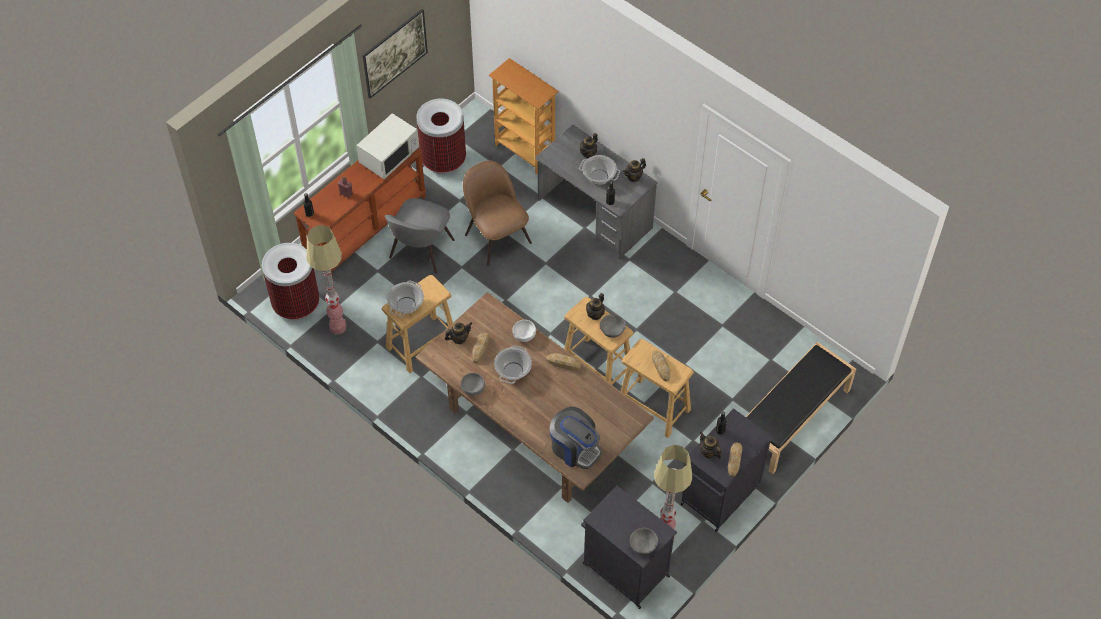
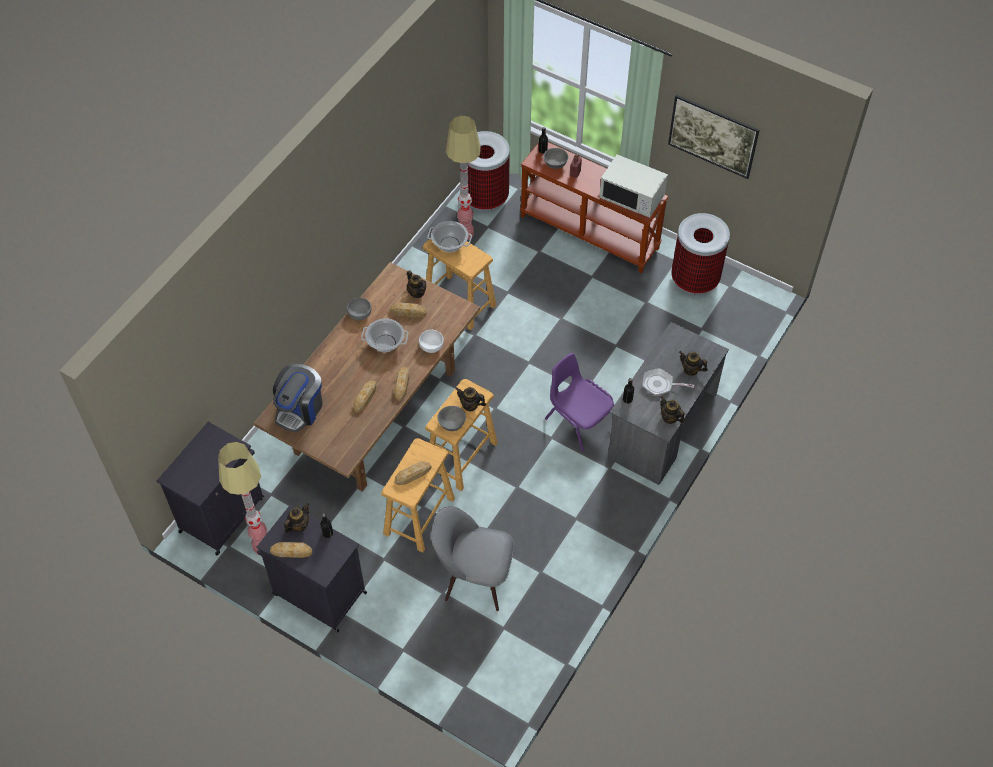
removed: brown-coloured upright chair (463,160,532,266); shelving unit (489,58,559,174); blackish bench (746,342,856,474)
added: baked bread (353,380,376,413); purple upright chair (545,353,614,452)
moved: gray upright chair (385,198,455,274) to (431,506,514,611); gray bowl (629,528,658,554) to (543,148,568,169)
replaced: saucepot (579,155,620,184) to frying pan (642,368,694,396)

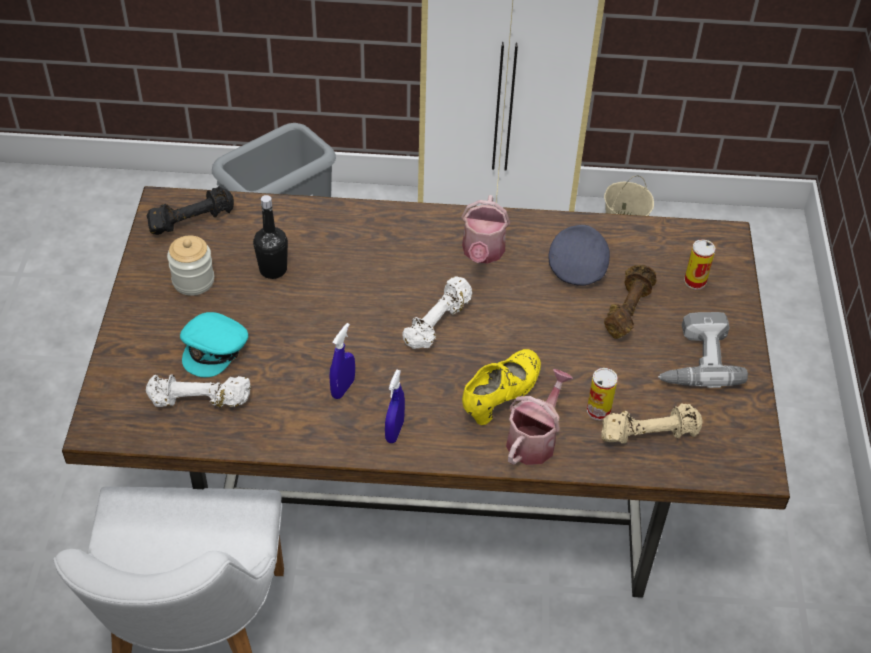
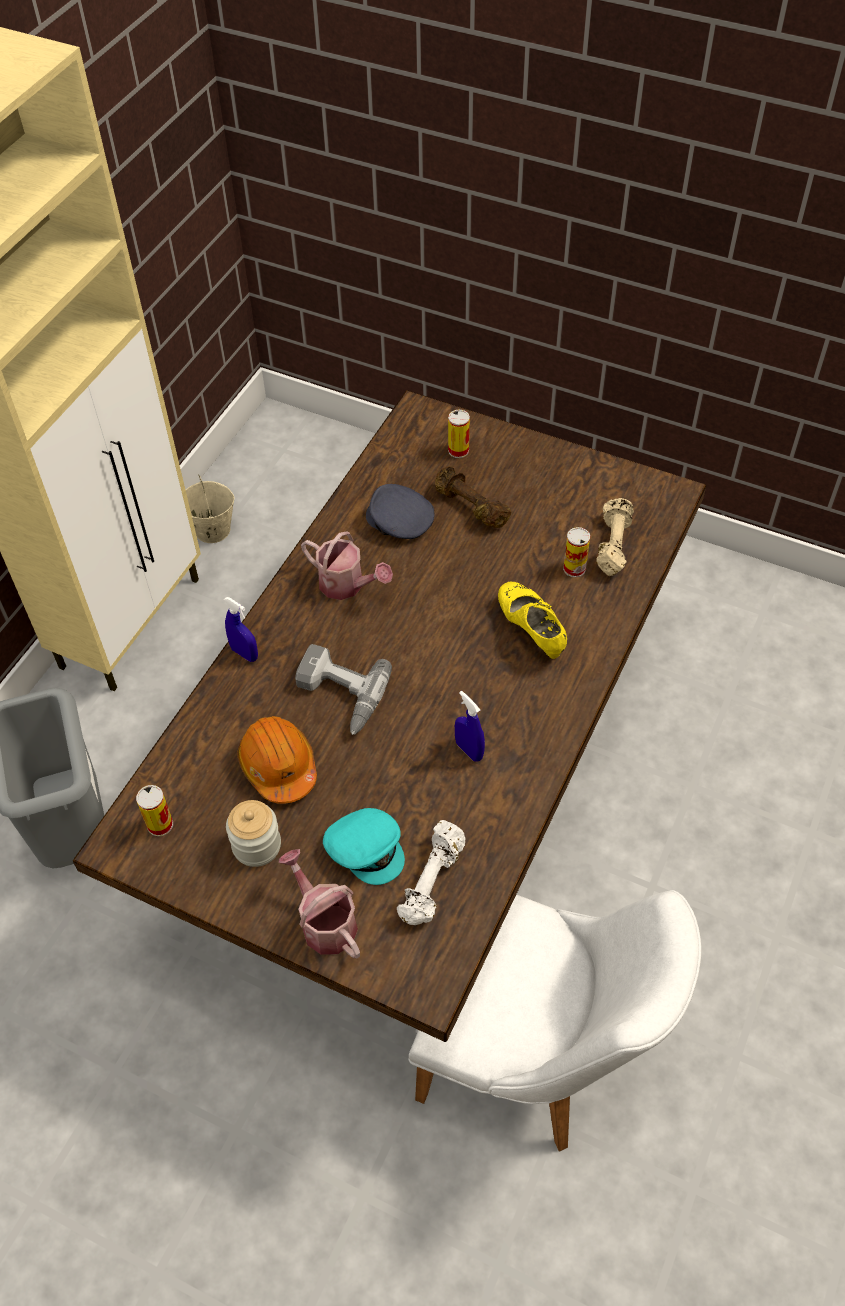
removed: white-coloured hand weight (402,276,472,349)
moved: bluish hand sprayer (385,369,405,443) to (224,597,258,662); sprinkling can (506,369,573,465) to (279,849,360,959); electric drill (658,312,748,388) to (295,644,392,735)
replaced: blackish hand weight (147,186,234,235) to metal can (136,785,173,837); blackish beverage bottle (253,195,288,279) to orange hard hat (237,716,317,804)

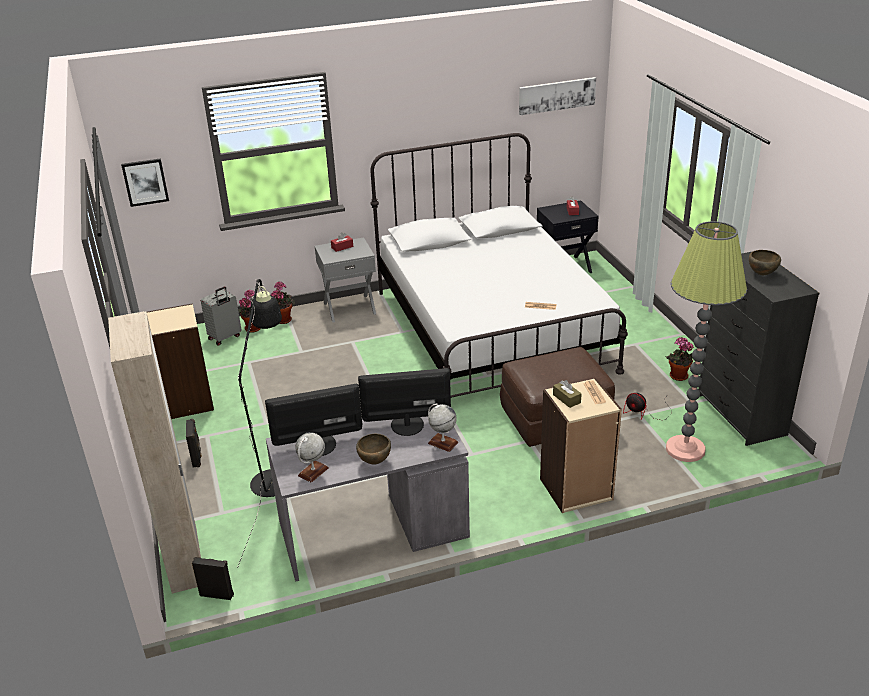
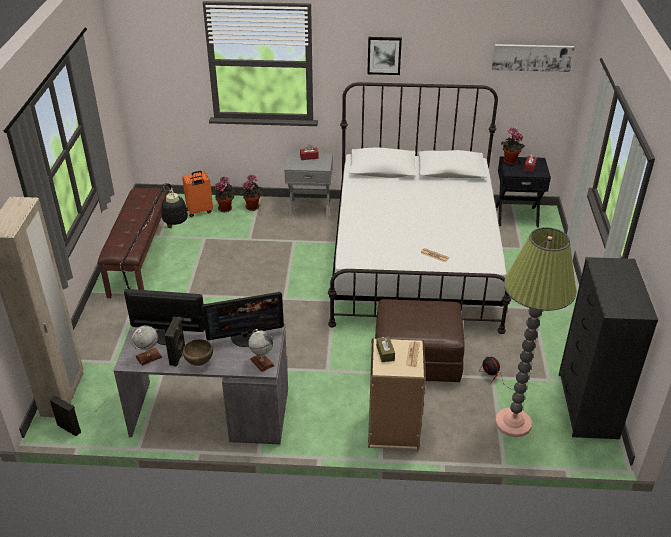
removed: brown-coloured bowl (749,250,781,275)
moved: picture (121,158,169,207) to (367,37,402,75); blackish loudspeaker (186,419,202,467) to (165,317,185,367); plant in a pot (665,337,694,381) to (501,128,525,165)
replaced: sand-coloured shelving unit (147,303,214,419) to brown-coloured bench (98,188,172,298)
recoloured: gray piece of luggage (201,287,242,346) to orange piece of luggage (182,171,213,217)
turned: computer display (358,368,451,436) = (202,292,284,347) 150 degrees clockwise

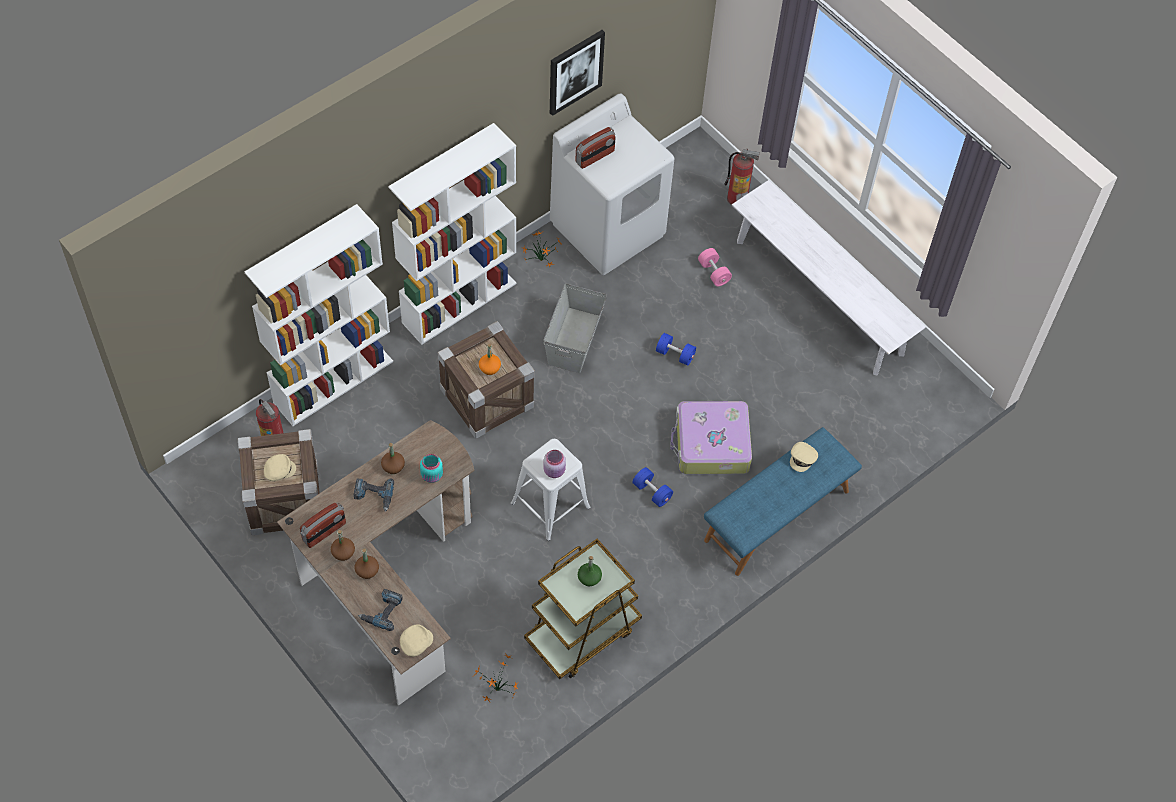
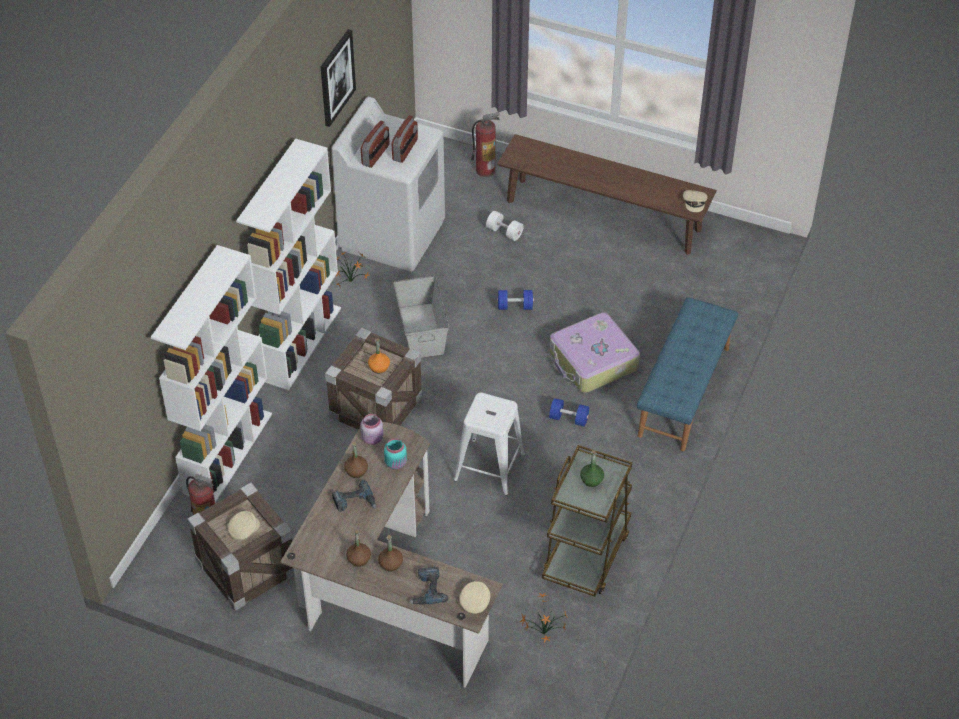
moved: radio set (300,503,346,548) to (392,115,418,163); pink preserve jar (543,450,566,478) to (361,414,383,445); sand-coloured peaked cap (790,442,818,472) to (683,190,708,212)
recoloured: pink hand weight (698,248,732,286) to white-coloured hand weight (486,211,524,241); white-coloured bench (732,180,926,376) to brown-coloured bench (497,134,717,255)

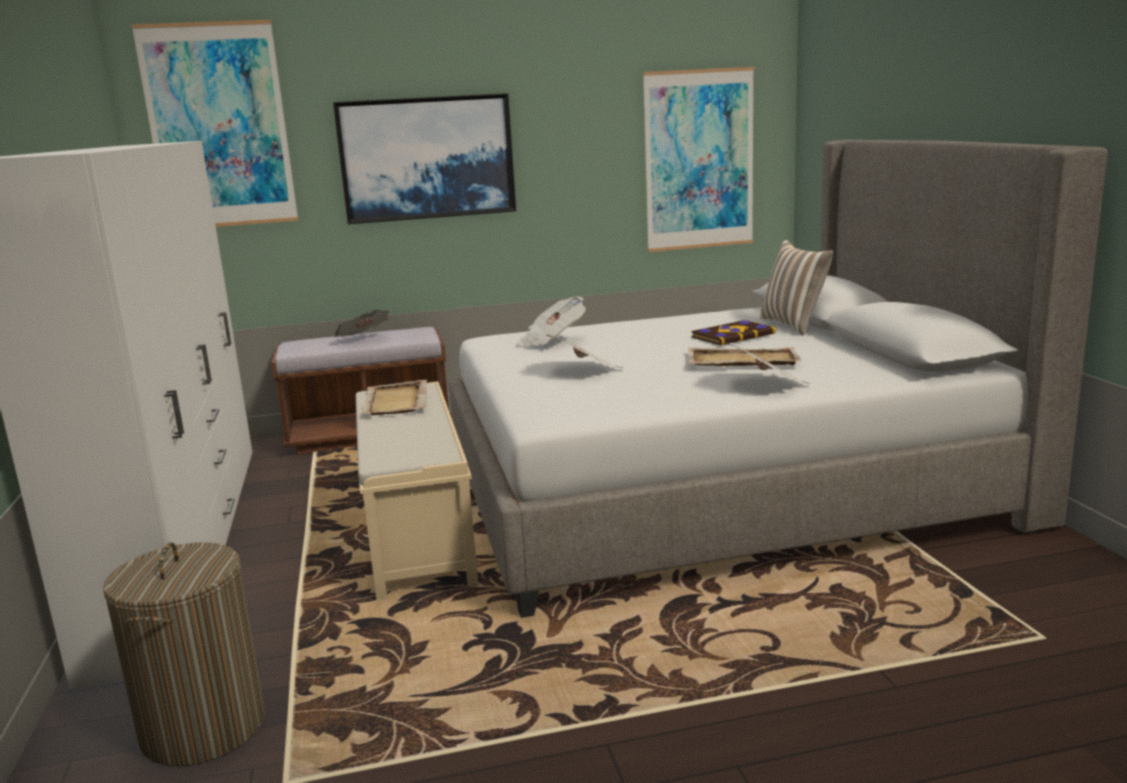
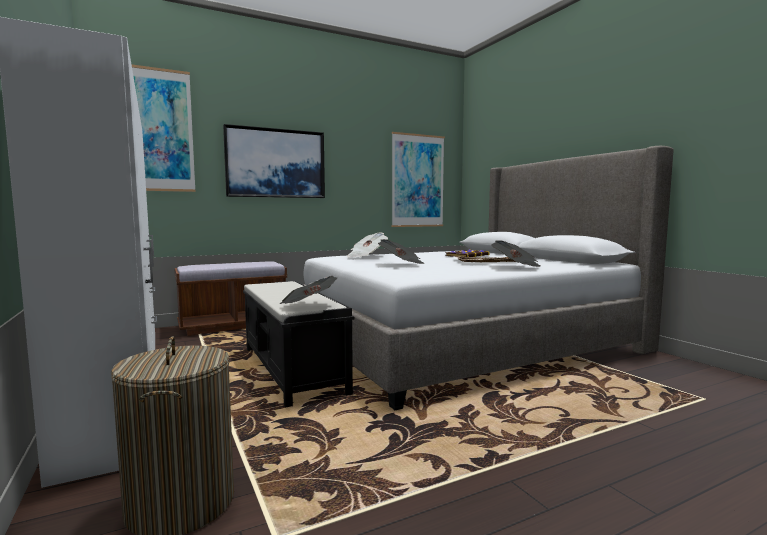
removed: sand-coloured tray (361,380,427,415); cushion (760,240,834,336)
moved: printed paper (334,310,389,337) to (279,276,337,304)
recoloured: sand-coloured bench (356,382,478,600) to blackish bench (243,281,354,407)

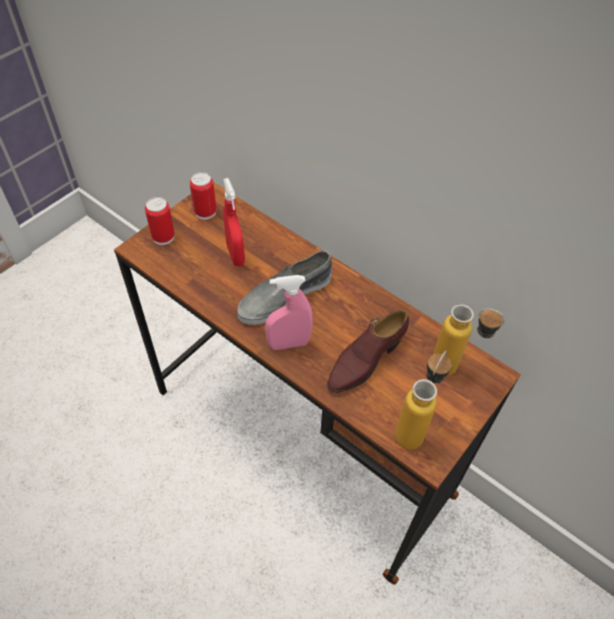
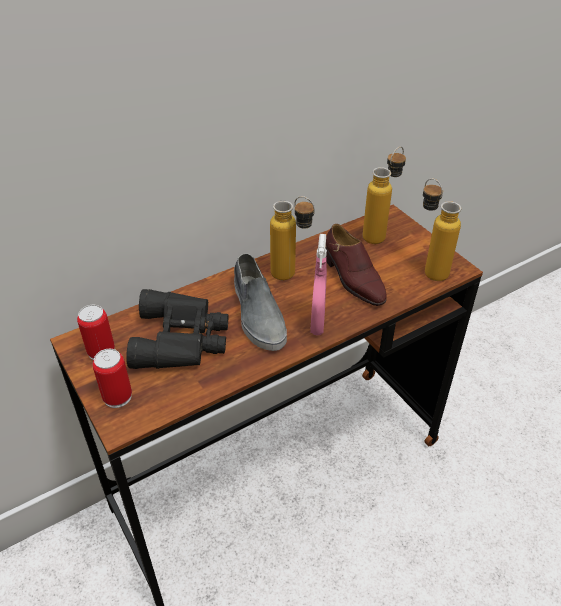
added: beverage bottle (270,196,315,280)
replaced: red hand sprayer (223,178,245,266) to blackish pair of binoculars (126,289,229,369)

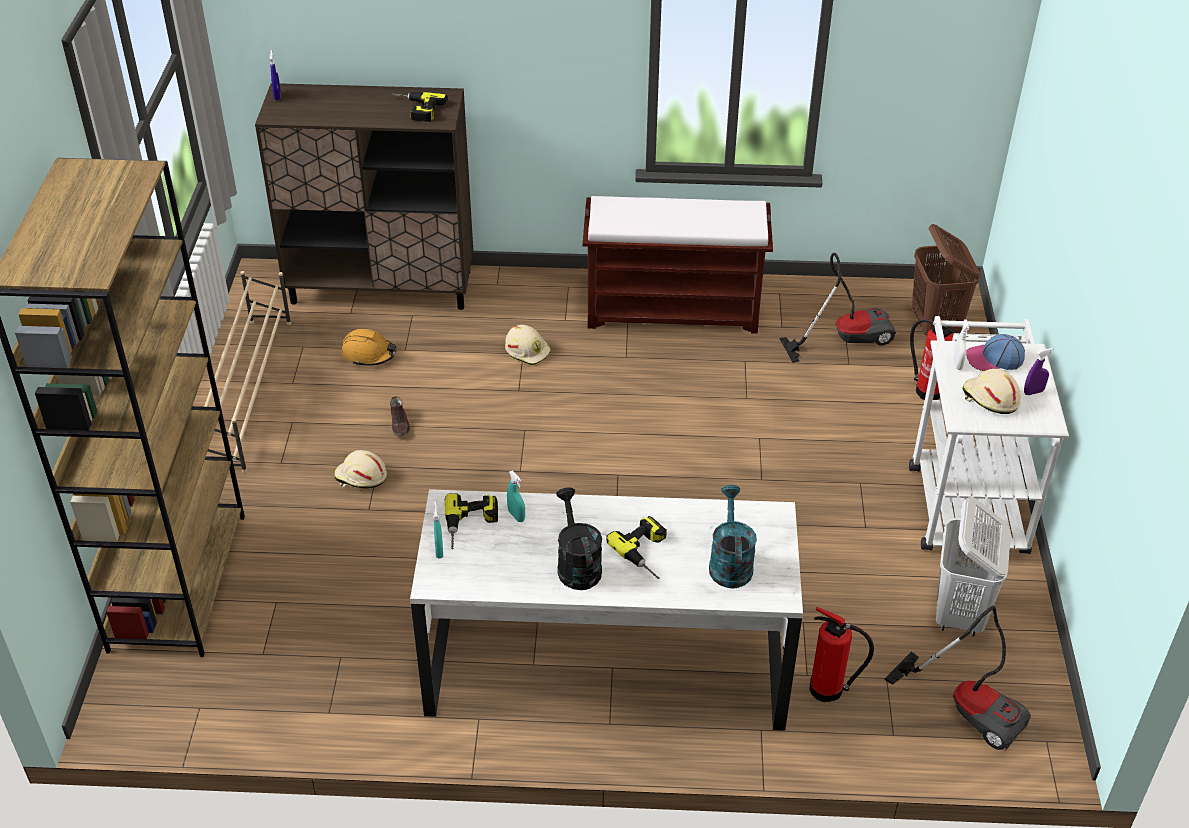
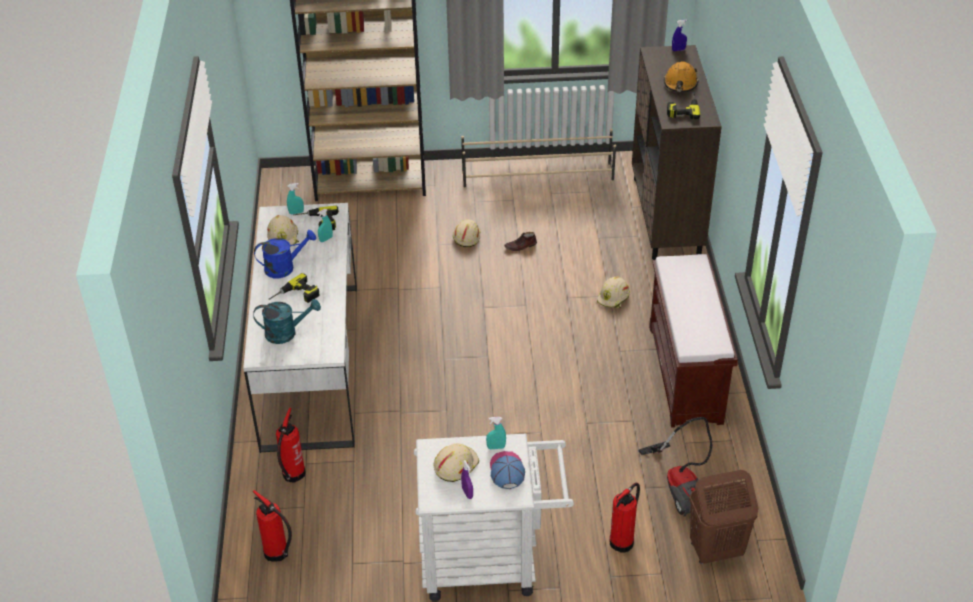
removed: white-coloured washing basket (936,497,1011,637)
added: sand-coloured hard hat (267,215,299,245)
moved: orange hard hat (341,329,396,366) to (664,61,699,92)
replaced: vacuum (885,606,1031,751) to fire-fighting cylinder (253,490,292,562)
recoloured: blackish sprinkling can (556,487,602,590) to bluish sprinkling can (254,230,316,278); white-coloured hand sprayer (953,320,969,370) to turquoise-coloured hand sprayer (486,417,506,449)

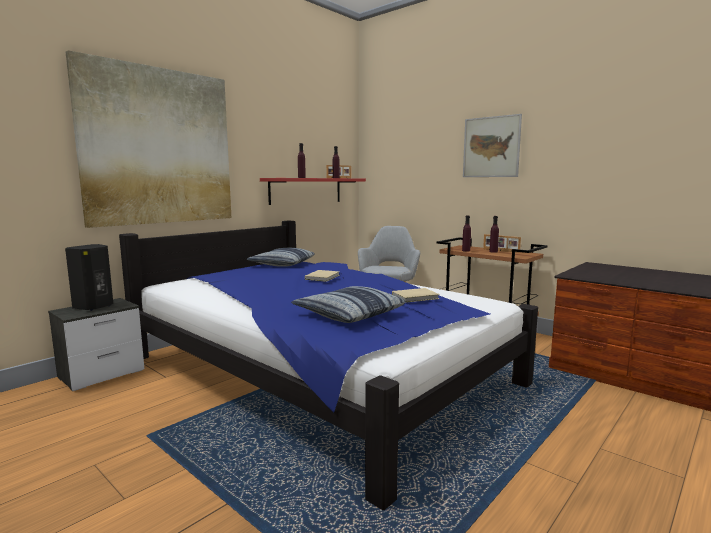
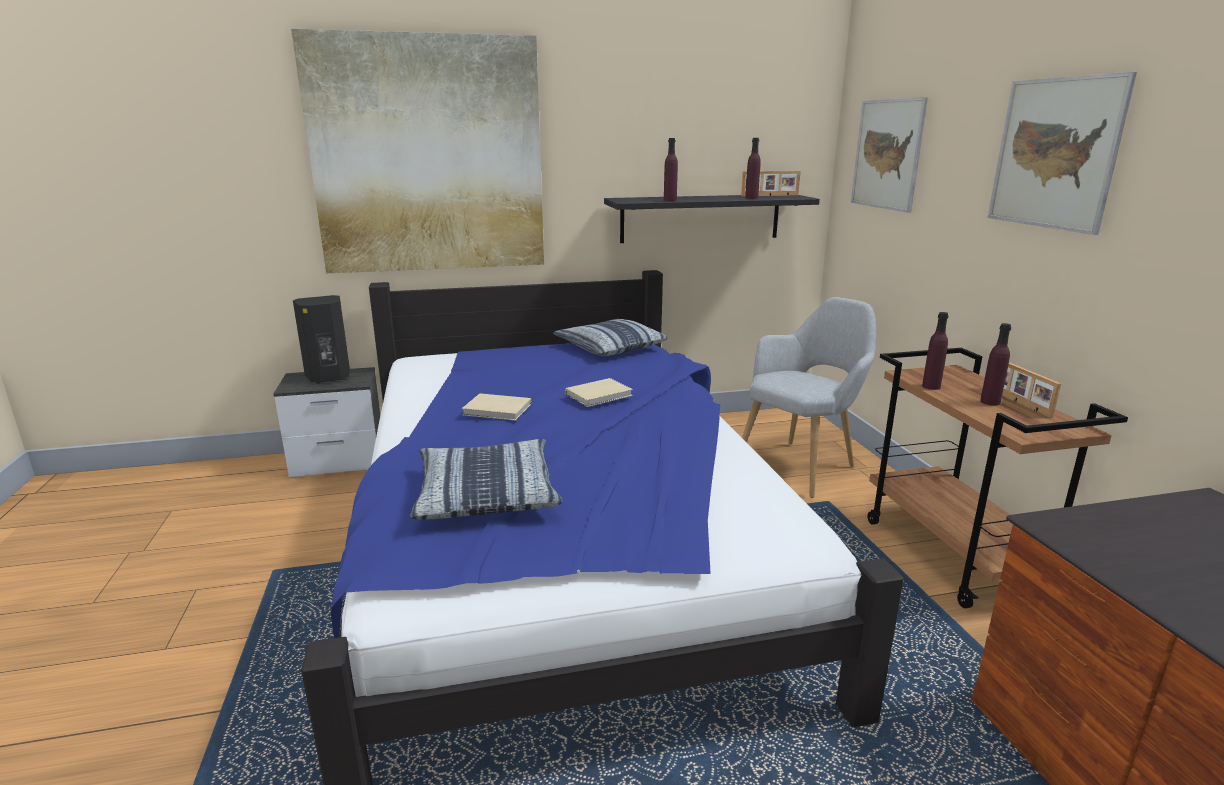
added: picture (851,97,928,213)
moved: sand-coloured book (392,288,440,303) to (462,393,531,421)
recoloured: red bracket shelf (260,178,366,205) to blackish bracket shelf (604,195,820,243)

